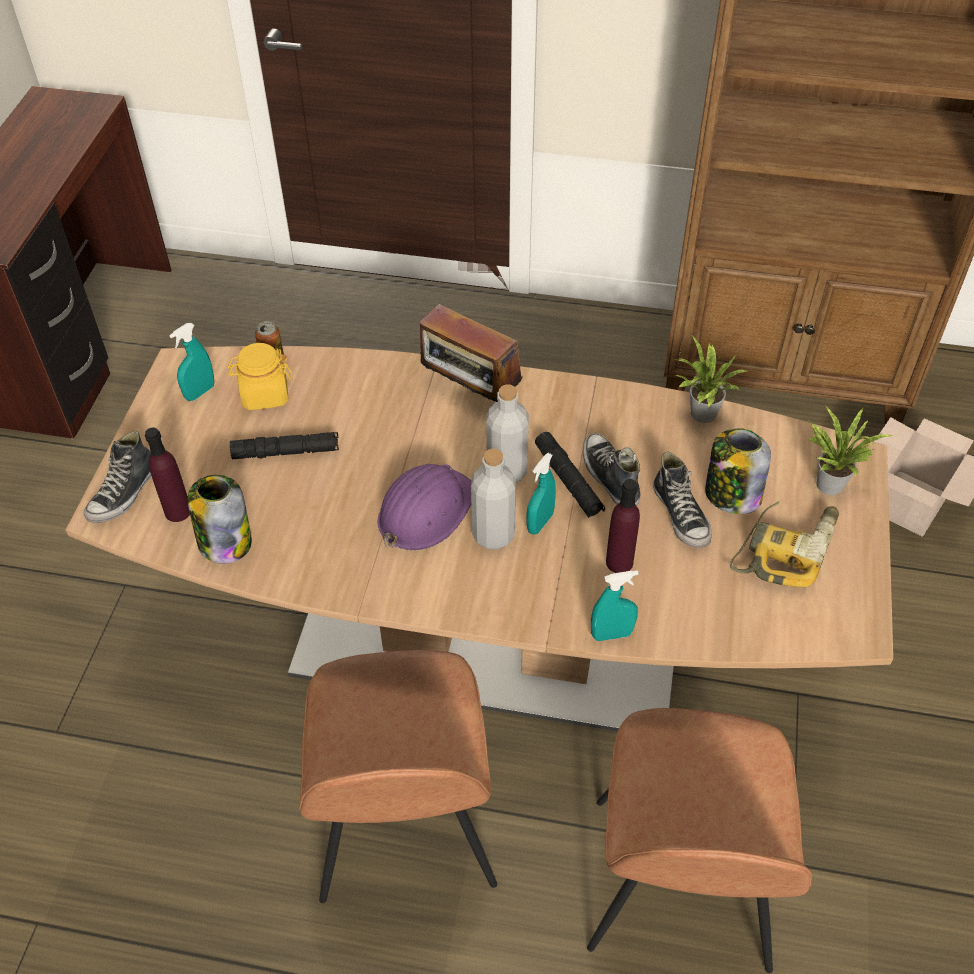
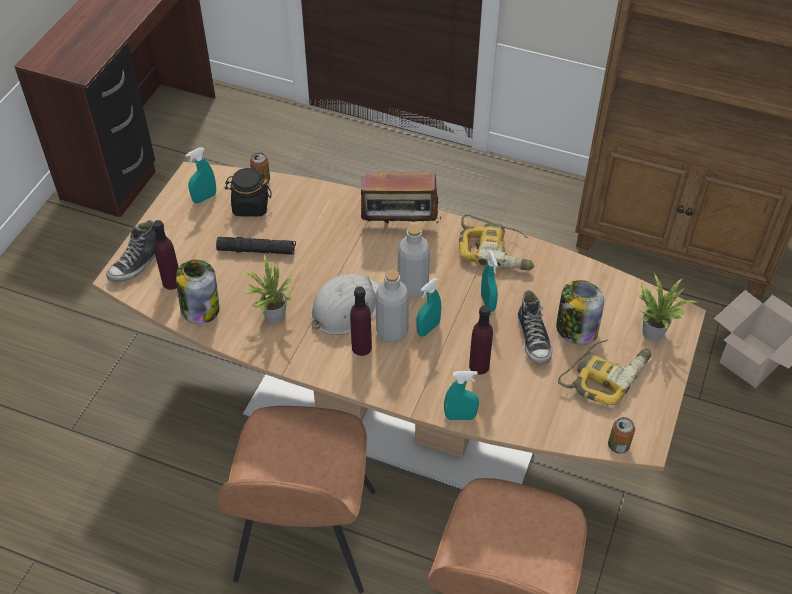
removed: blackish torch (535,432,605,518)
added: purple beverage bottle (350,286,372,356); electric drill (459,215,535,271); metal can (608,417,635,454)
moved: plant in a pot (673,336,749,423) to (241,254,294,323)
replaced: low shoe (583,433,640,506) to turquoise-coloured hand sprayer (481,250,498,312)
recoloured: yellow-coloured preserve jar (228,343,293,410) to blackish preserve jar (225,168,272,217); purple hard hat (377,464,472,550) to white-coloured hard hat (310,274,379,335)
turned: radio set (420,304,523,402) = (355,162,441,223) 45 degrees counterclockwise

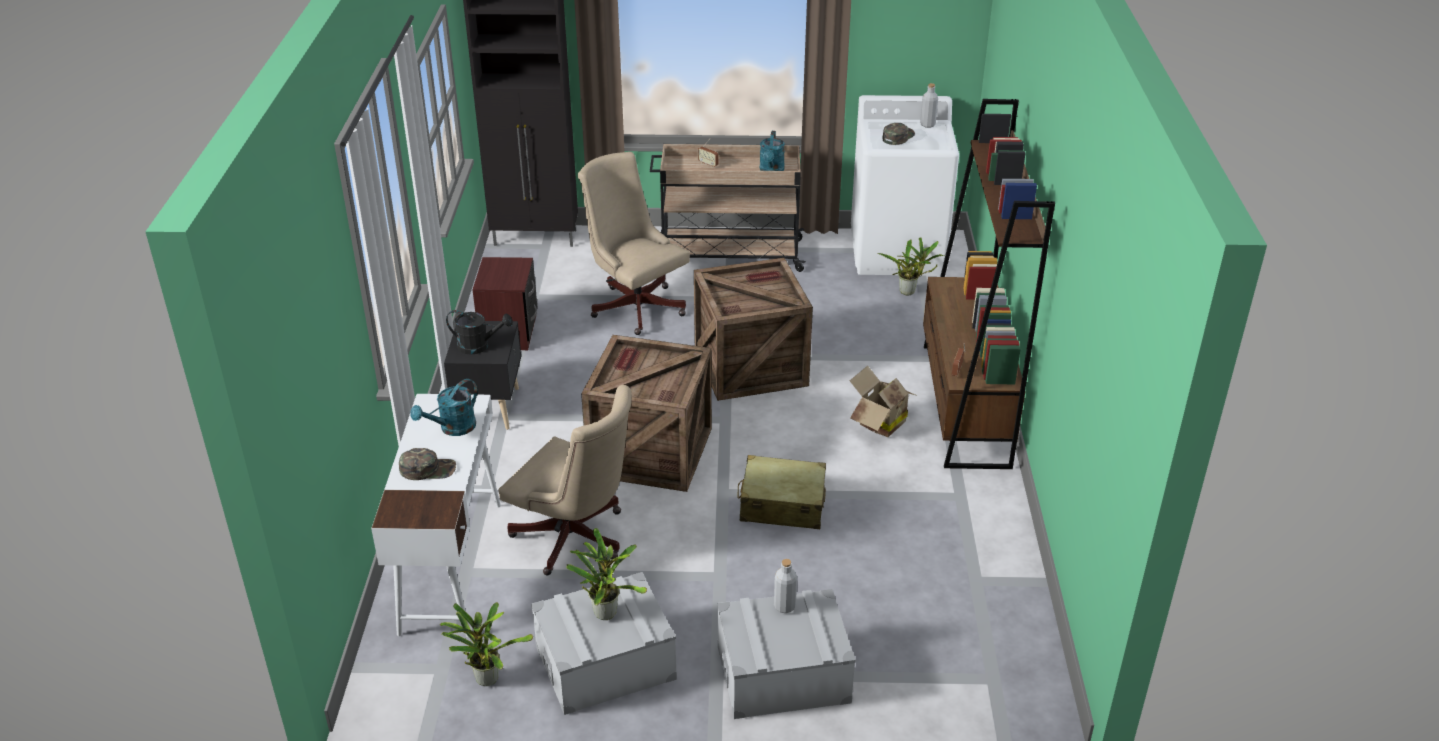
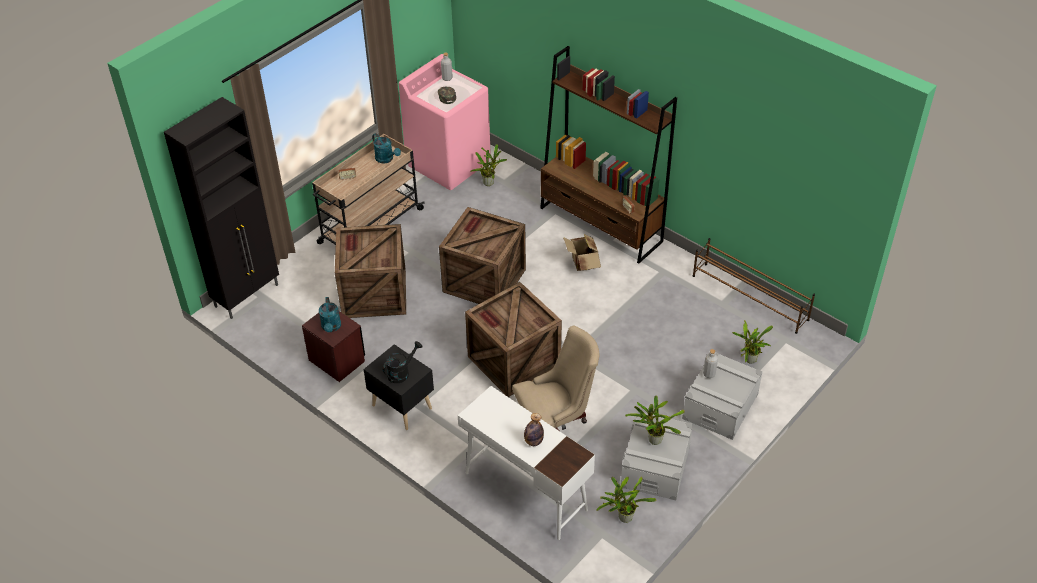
removed: sand-coloured piece of luggage (738,455,826,529)
added: brown-coloured shoe rack (693,238,815,334); plant in a pot (732,320,773,364)
moved: turquoise-coloured sprinkling can (410,379,478,436) to (319,297,341,332)
replaced: greenish peaked cap (399,448,456,480) to beverage bottle (524,413,544,446); sand-coloured office chair (578,152,690,335) to crate (335,224,406,318)
recoloured: white-coloured laundry machine (851,95,959,276) to pink laundry machine (399,54,491,190)

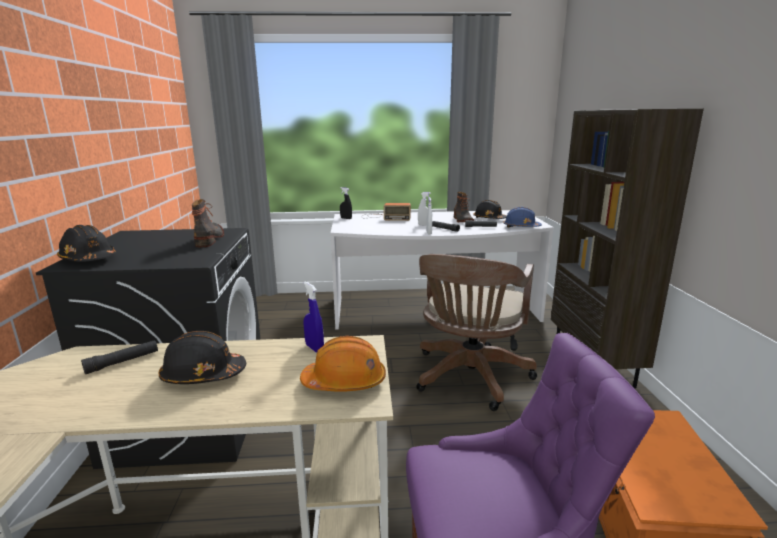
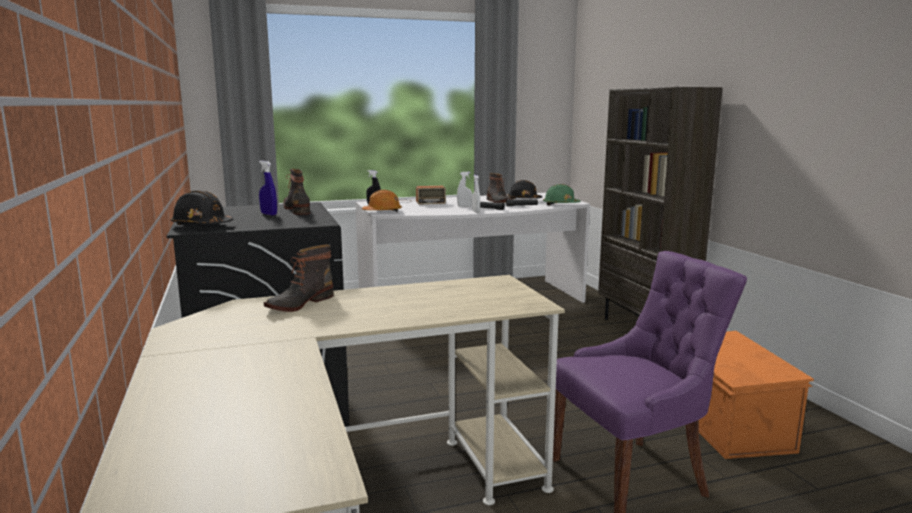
removed: blackish hard hat (158,331,246,384); brown-coloured office chair (416,254,537,411)
moved: orange hard hat (300,336,386,392) to (362,190,402,212); bluish hand sprayer (304,282,324,353) to (259,161,277,216)
replaced: blackish torch (81,340,158,374) to tall boot (263,245,334,312)
recoloured: bluish hard hat (503,207,542,227) to greenish hard hat (543,184,581,205)

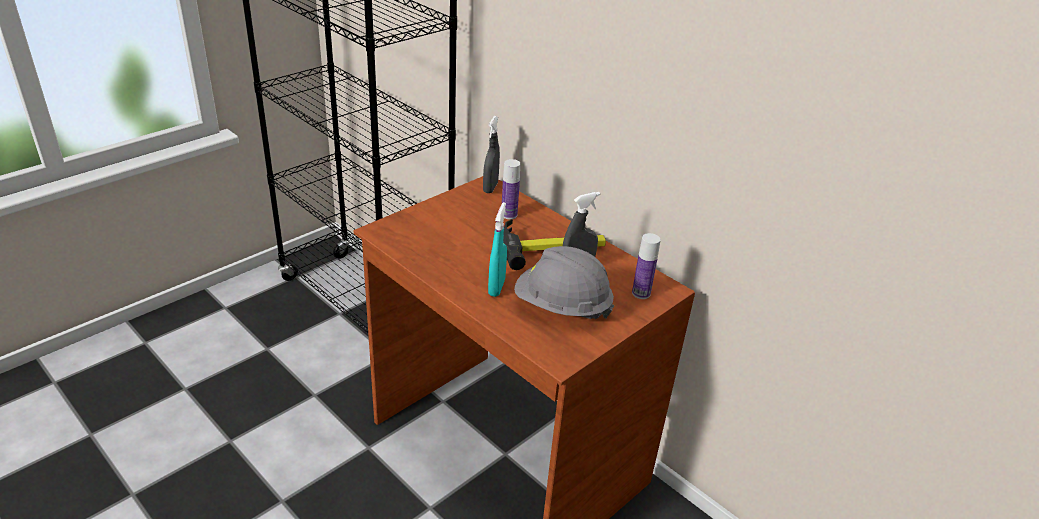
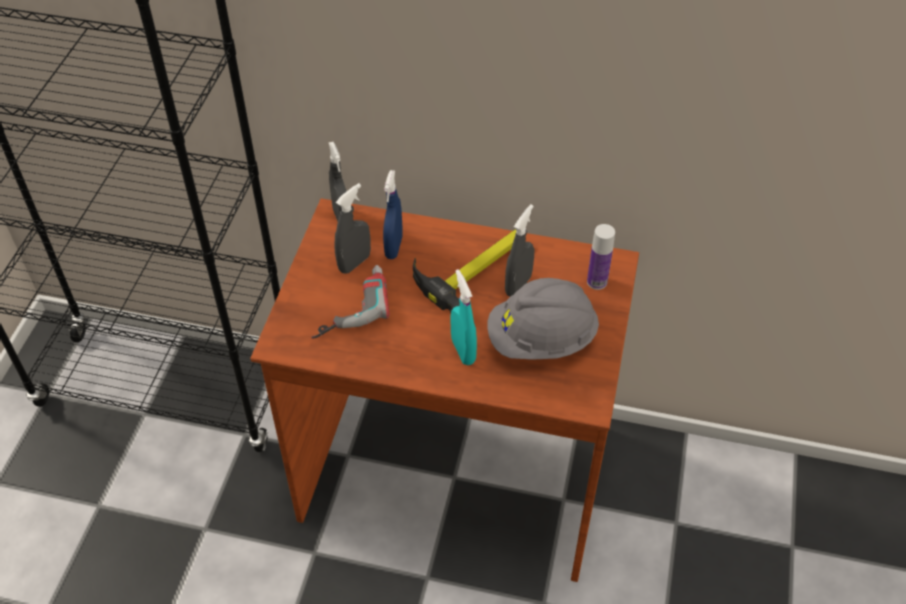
added: electric drill (311,265,390,339); gray hand sprayer (334,183,371,274)
replaced: beverage bottle (502,159,520,219) to bluish hand sprayer (383,170,403,259)

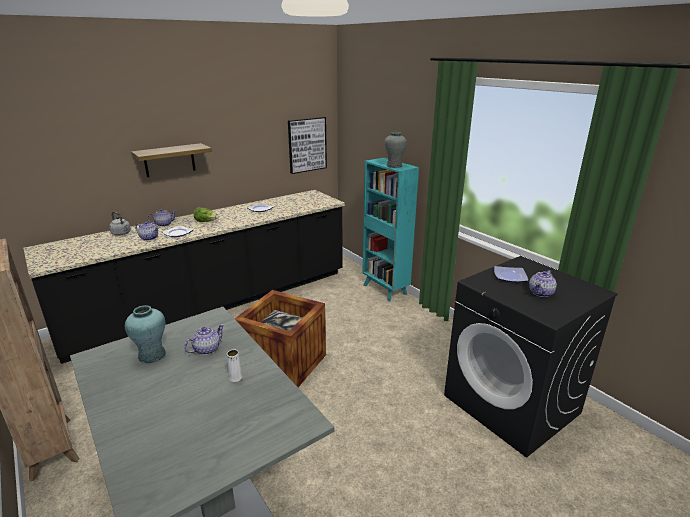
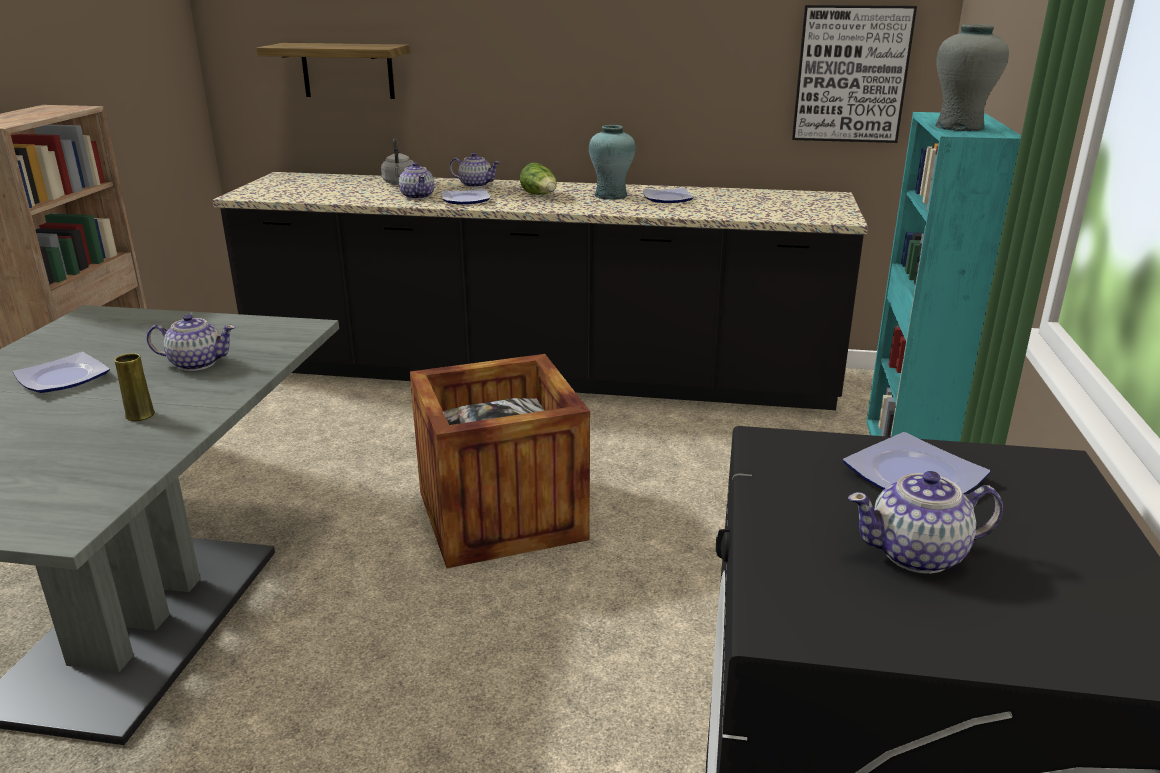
added: dinner plate (13,352,110,393)
moved: turquoise-coloured vase (125,305,166,363) to (589,125,635,200); bracket shelf (131,143,212,177) to (256,43,410,99)
recoloured: white-coloured vase (227,349,242,382) to yellow-coloured vase (114,353,155,421)

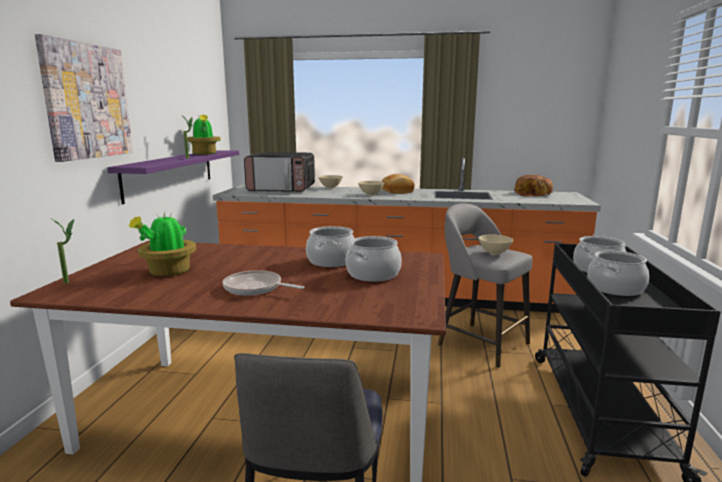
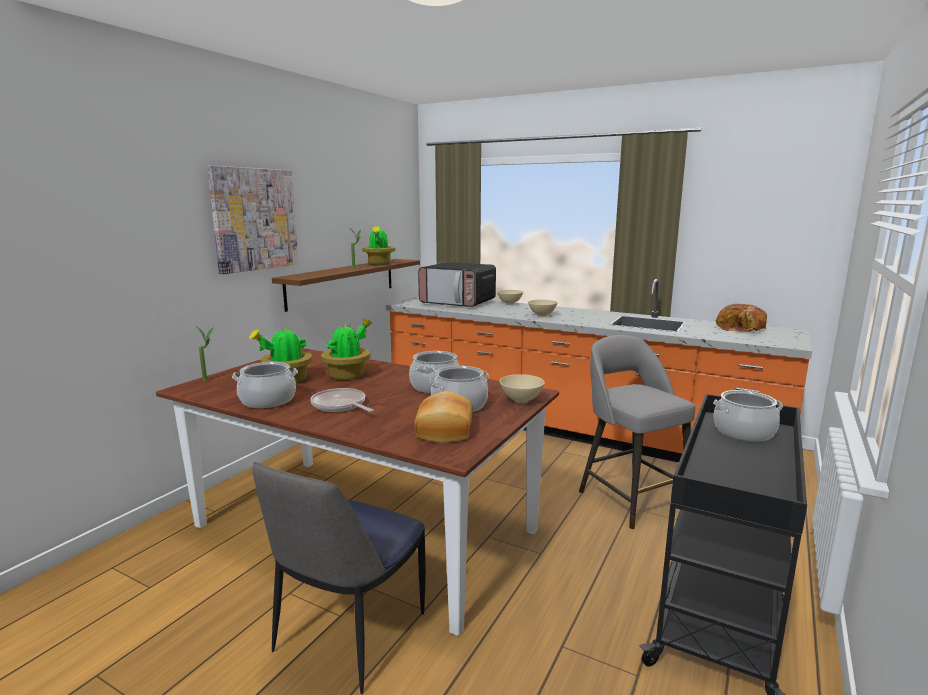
added: plant in a pot (321,318,373,380)
moved: baked bread (382,174,415,194) to (414,391,473,443); sand-coloured bowl (479,235,513,255) to (500,374,545,403); saucepot (587,250,649,296) to (232,362,298,408)
recoloured: purple bracket shelf (107,150,239,204) to brown-coloured bracket shelf (272,259,420,312)

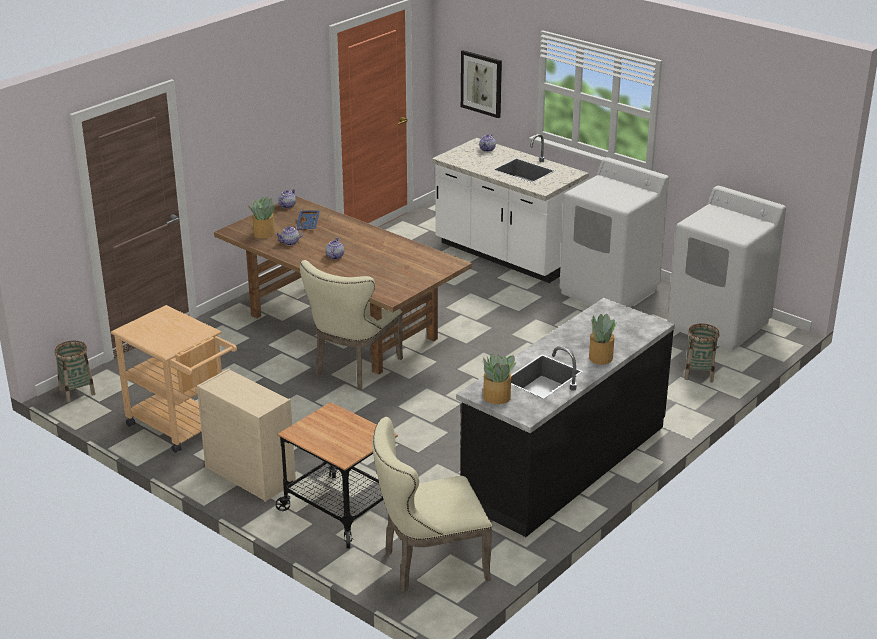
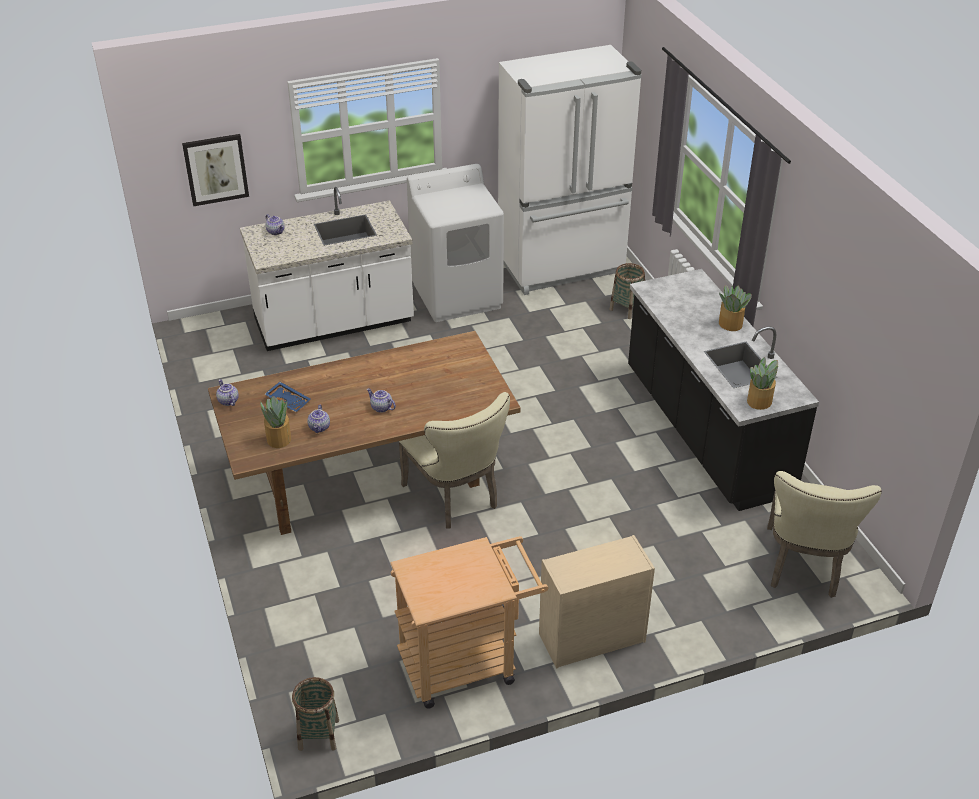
removed: trolley (276,402,398,549)
replaced: white-coloured laundry machine (667,186,786,351) to white-coloured fridge (498,45,642,295)

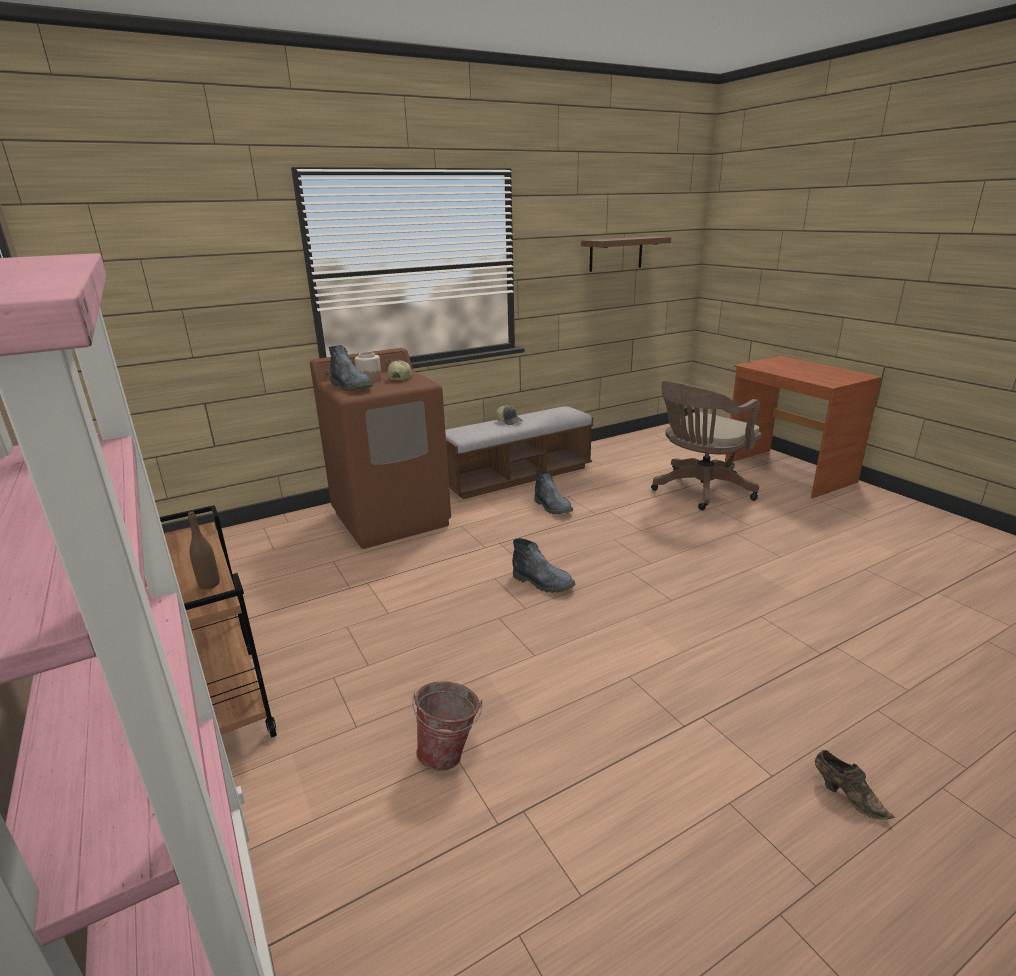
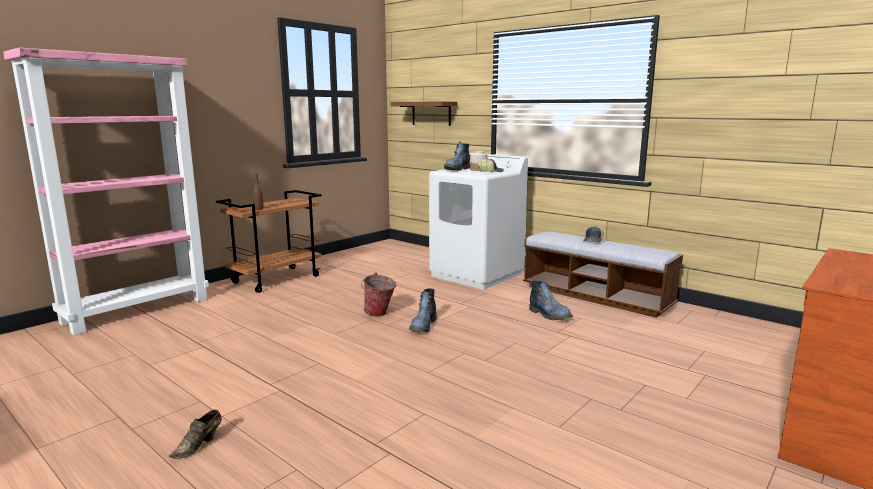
removed: brown-coloured office chair (651,381,761,510)
moved: bucket (412,681,482,770) to (361,272,396,317); brown-coloured bracket shelf (581,236,671,272) to (391,101,458,126)
recoloured: brown-coloured laundry machine (310,348,451,549) to white-coloured laundry machine (429,153,528,290)
turned: tall boot (534,470,573,514) = (529,281,573,320) 75 degrees counterclockwise

